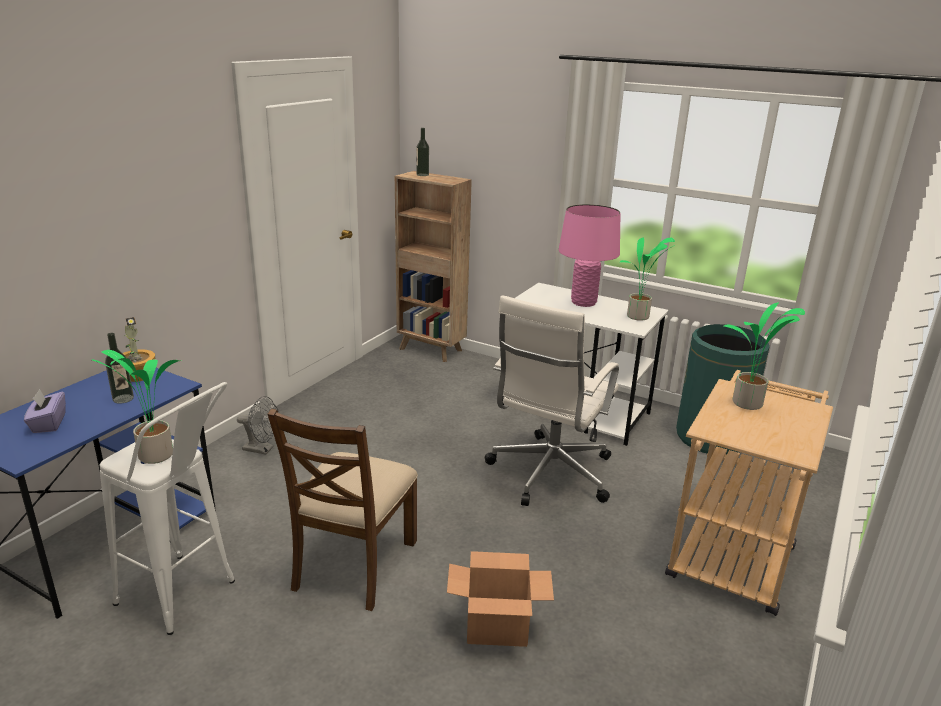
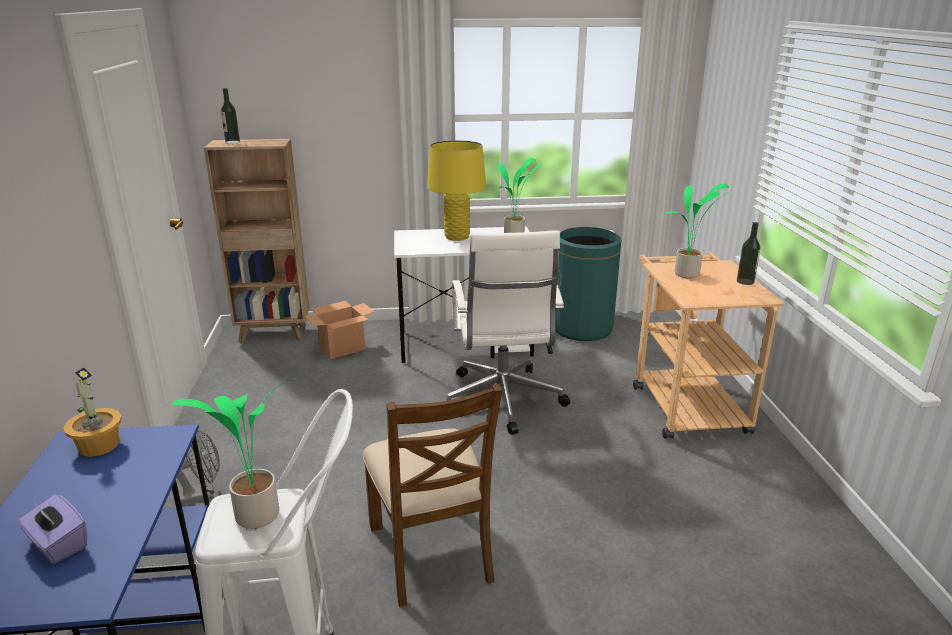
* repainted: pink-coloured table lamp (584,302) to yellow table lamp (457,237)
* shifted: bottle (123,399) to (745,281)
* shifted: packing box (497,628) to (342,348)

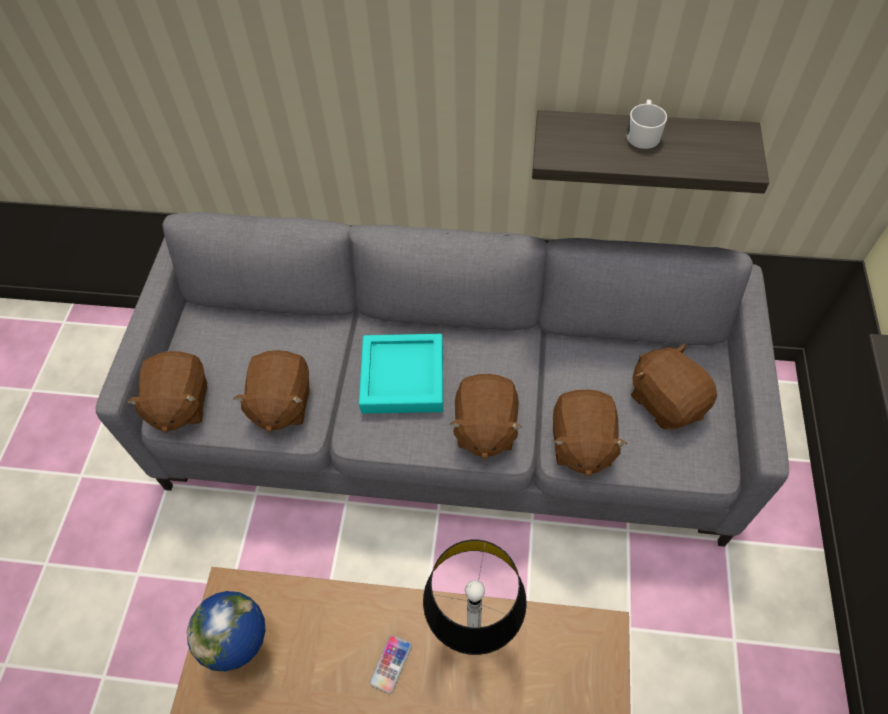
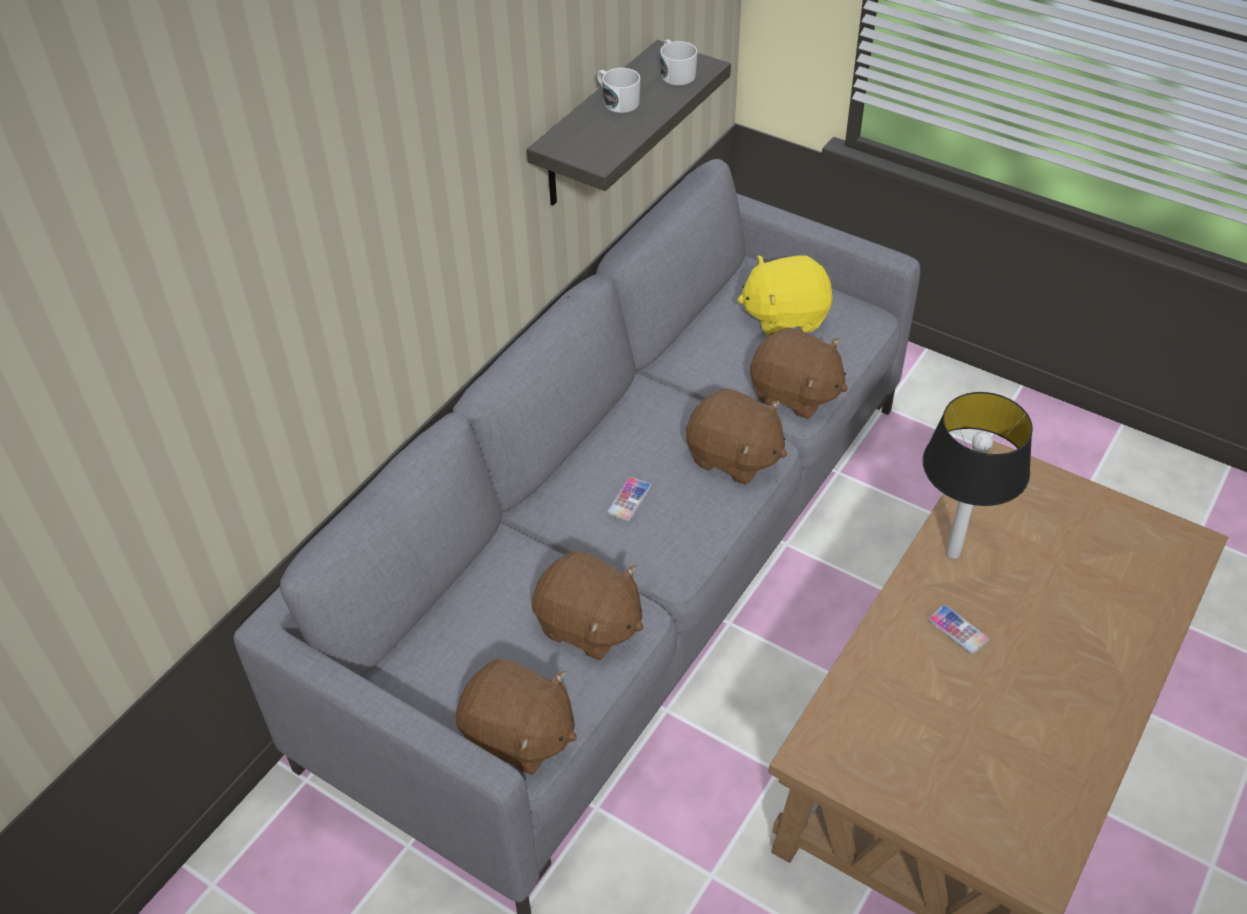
* swapped: turquoise carrying tray (403,378) to phone (629,500)
* repainted: brownish soft toy (666,400) to yellow soft toy (785,316)
* gone: desk globe (246,647)
* new: white coffee mug (676,73)

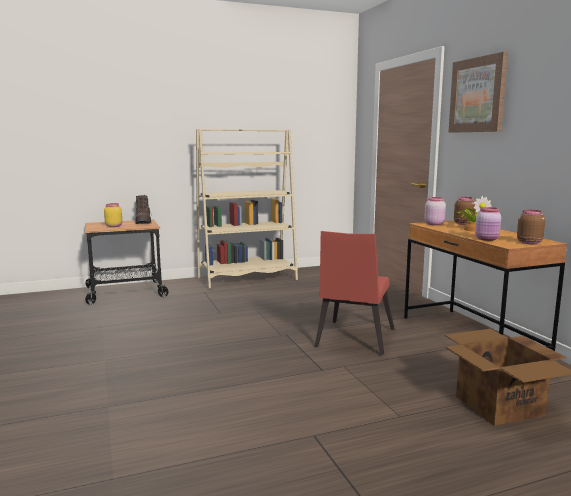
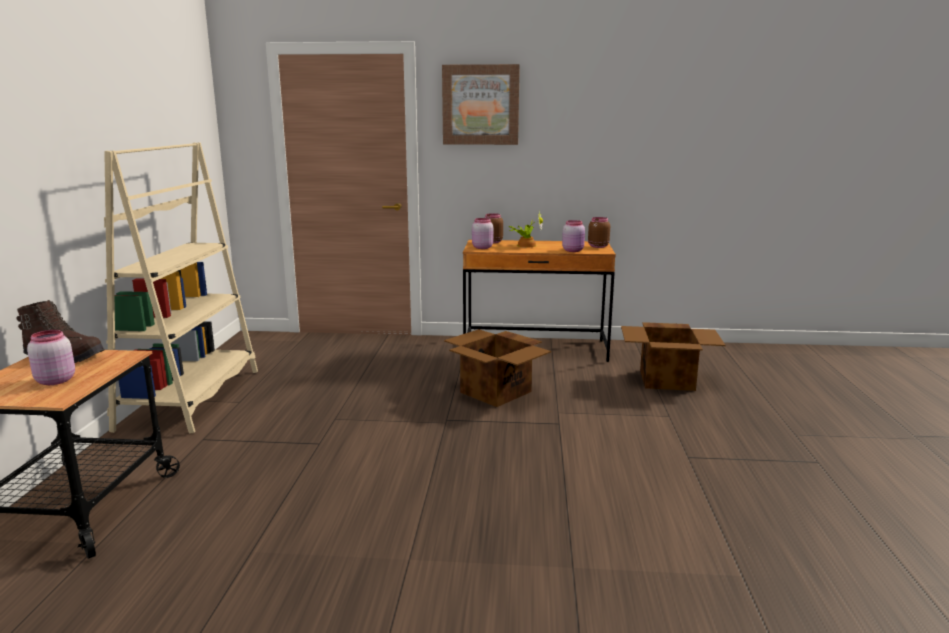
* repainted: yellow storage jar (114,226) to pink-coloured storage jar (54,381)
* swapped: reddish upright chair (353,339) to packing box (496,392)

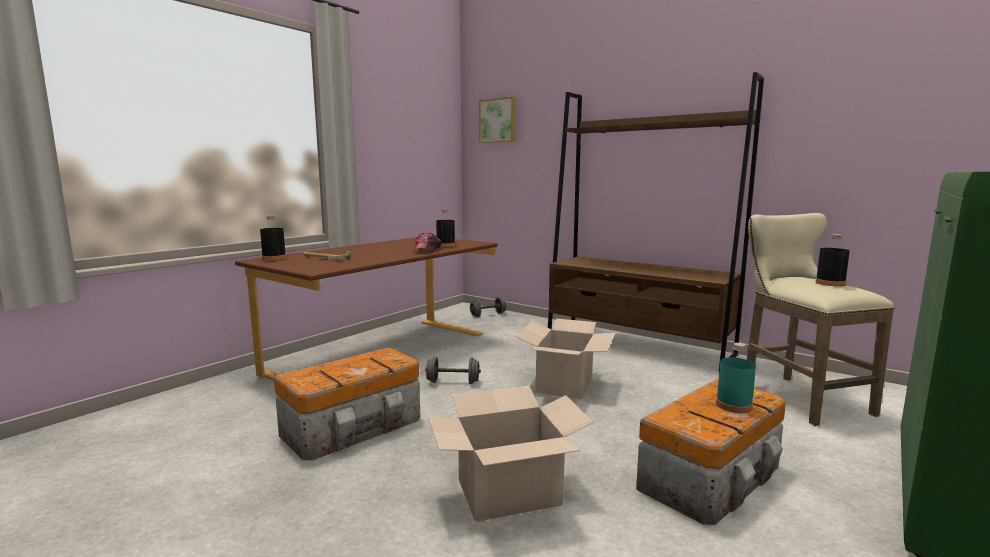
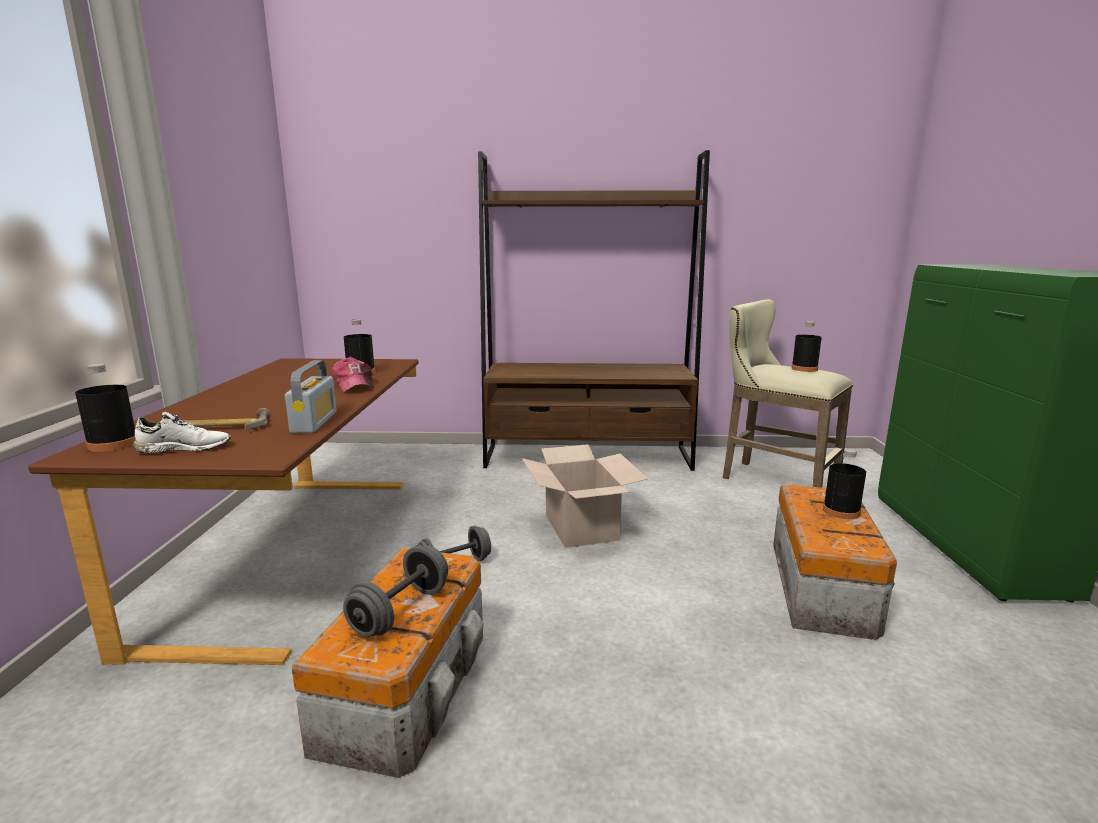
* gone: wall picture (498,120)
* shifted: grey hand weight (488,315) to (400,611)
* repainted: turquoise bottle (733,405) to black bottle (841,511)
* gone: packing box (509,492)
* new: radio set (314,422)
* new: white shoe (185,448)

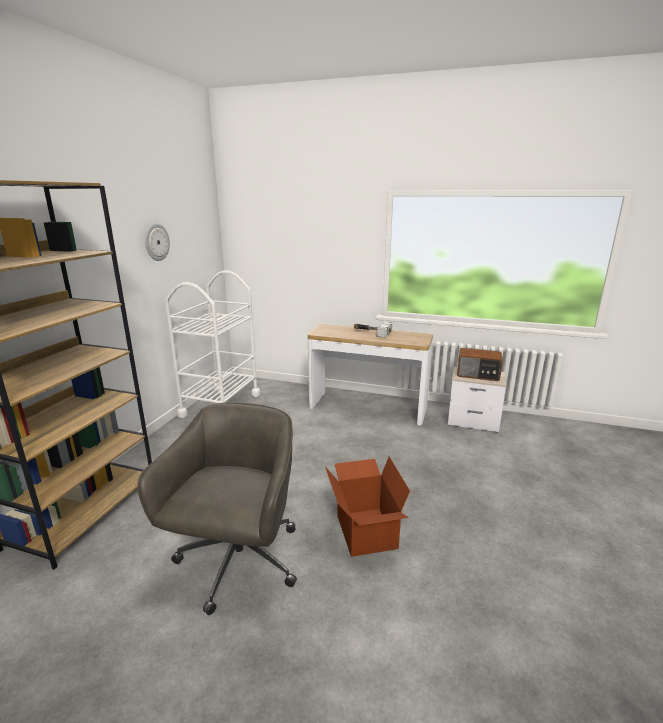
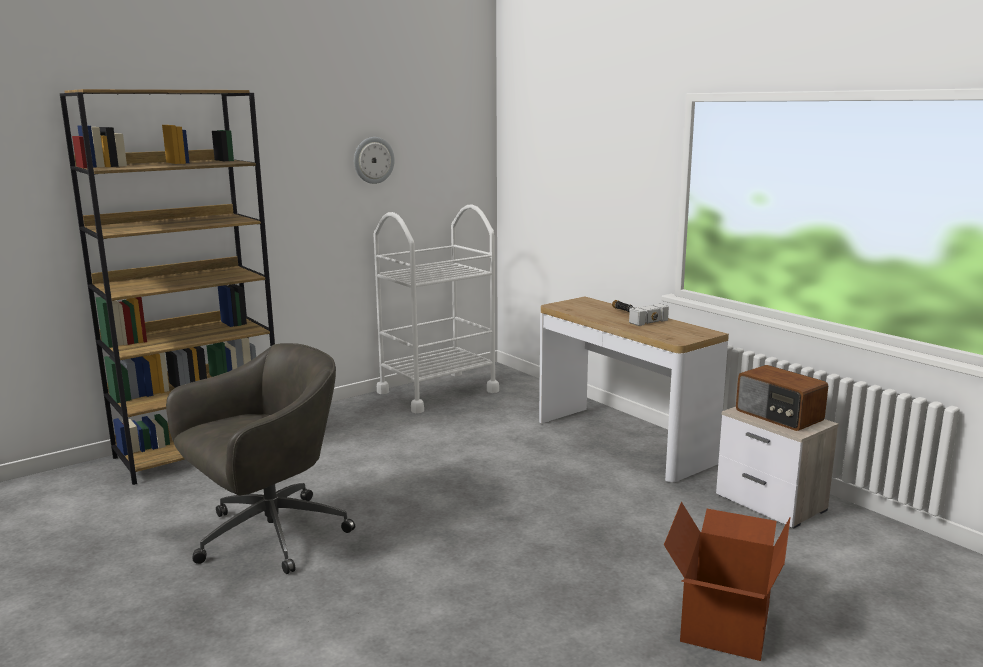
* shifted: packing box (365,531) to (723,623)

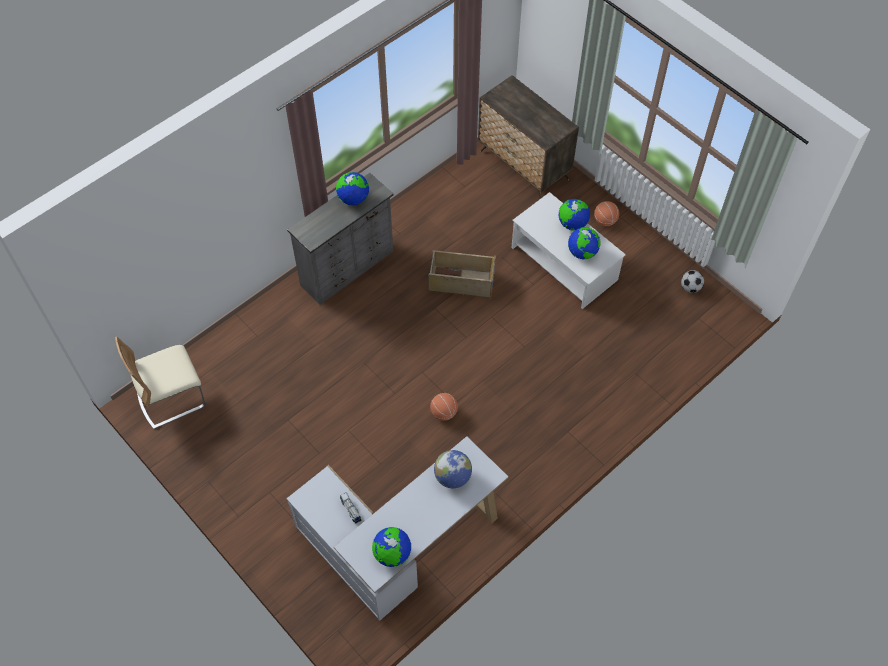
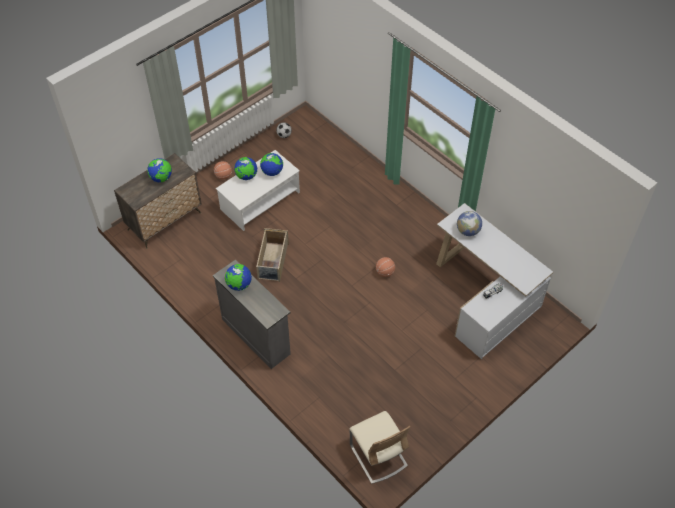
* shifted: desk globe (392,554) to (161,178)

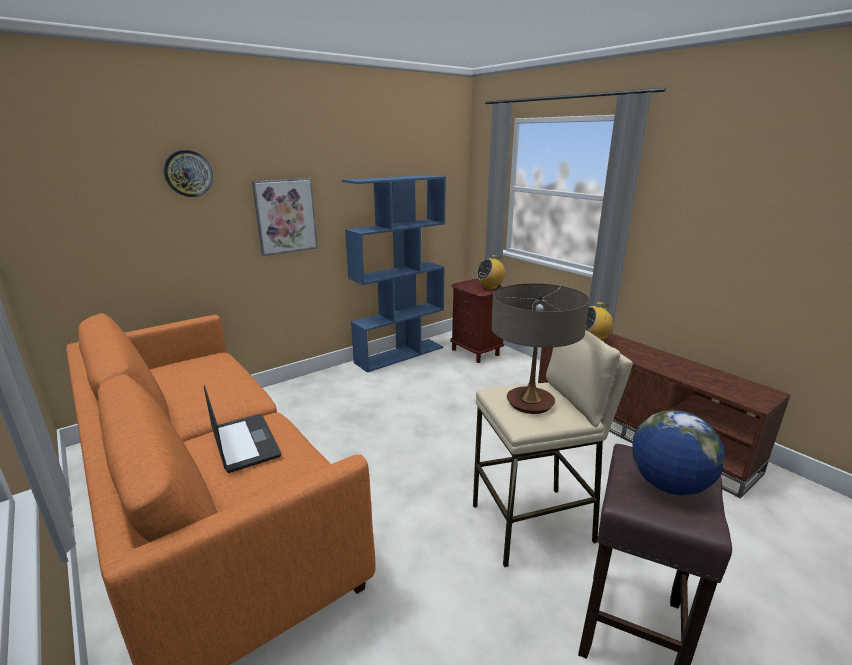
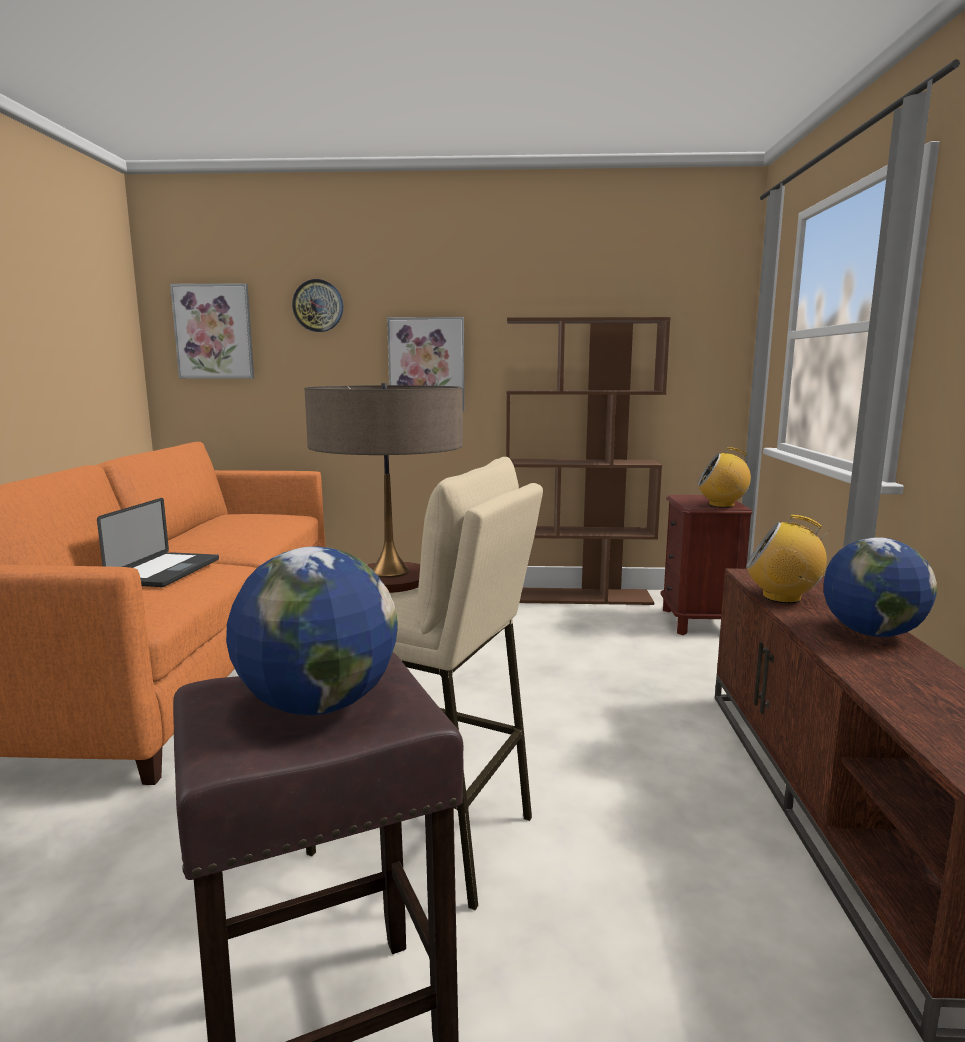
* repainted: blue-coloured shelving unit (400,354) to brownish shelving unit (578,596)
* new: wall picture (214,332)
* new: desk globe (871,633)

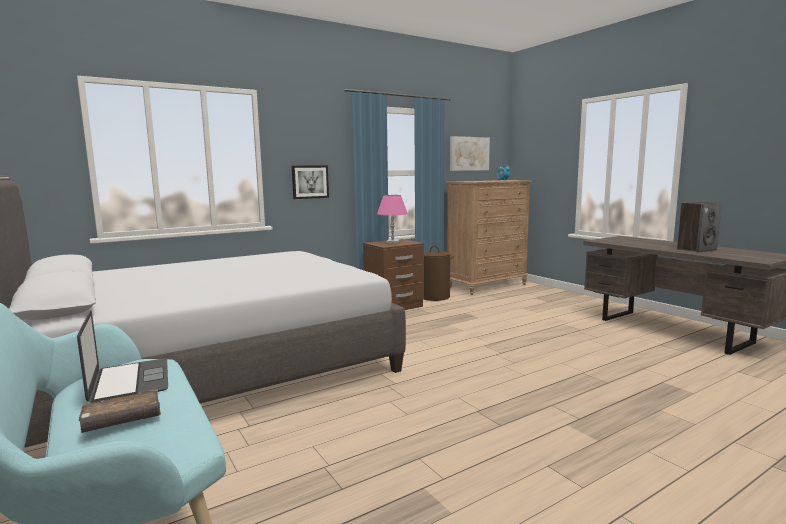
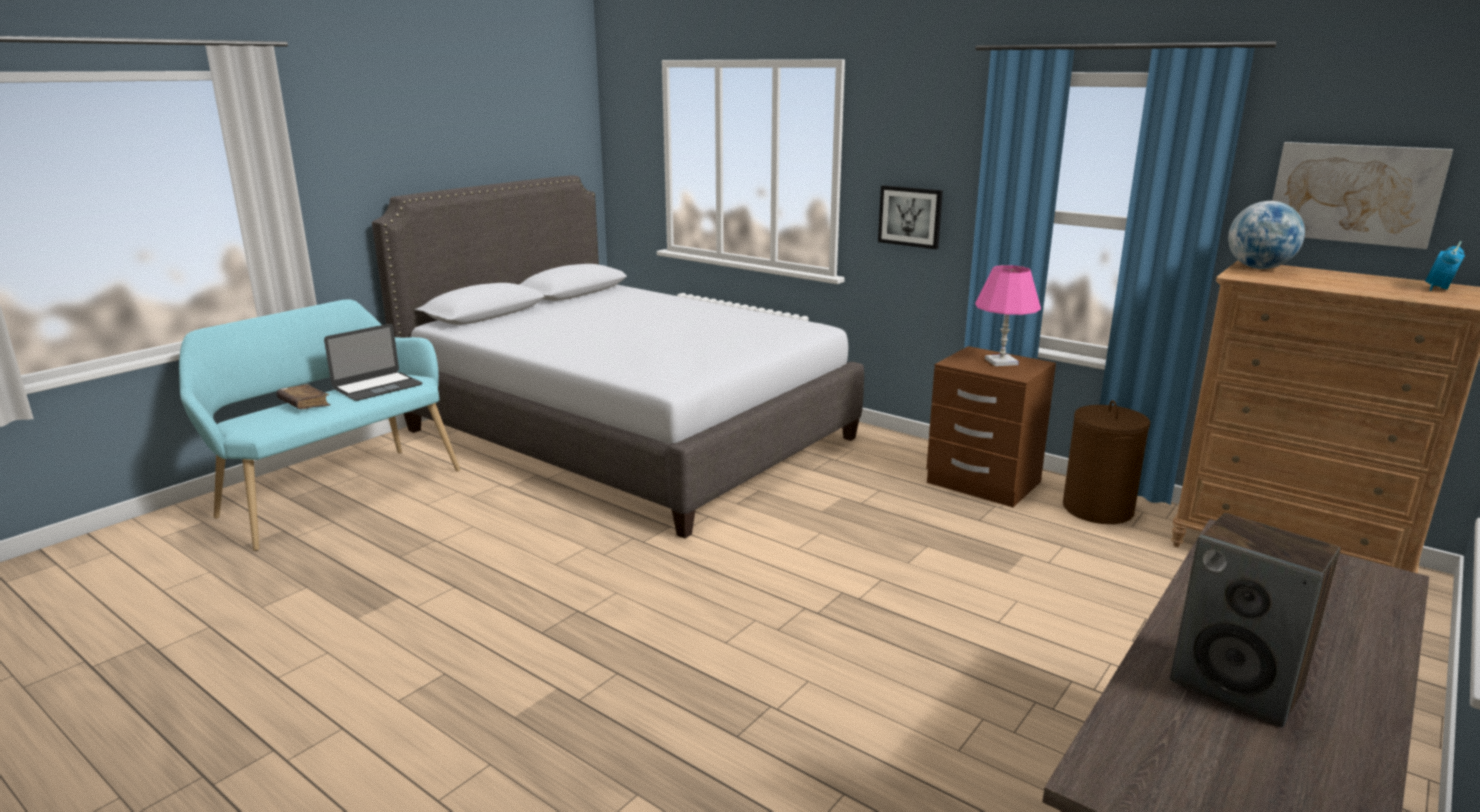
* new: desk globe (1259,268)

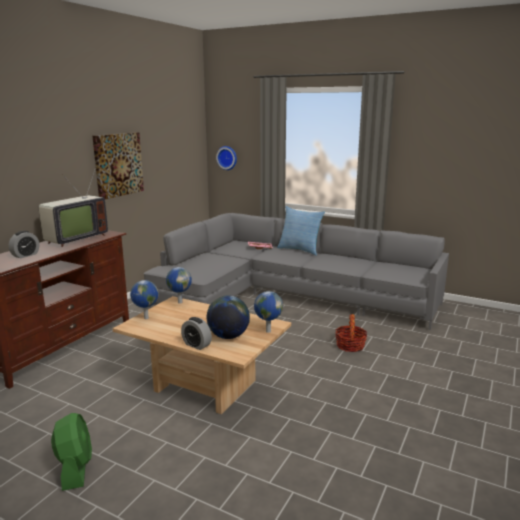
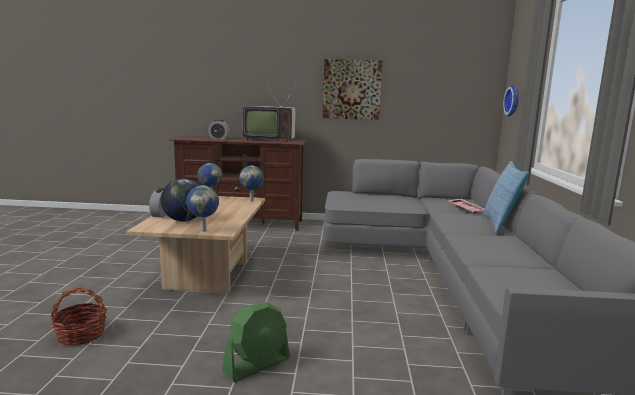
* shifted: basket (350,346) to (81,335)
* shifted: green fan (75,468) to (257,365)

